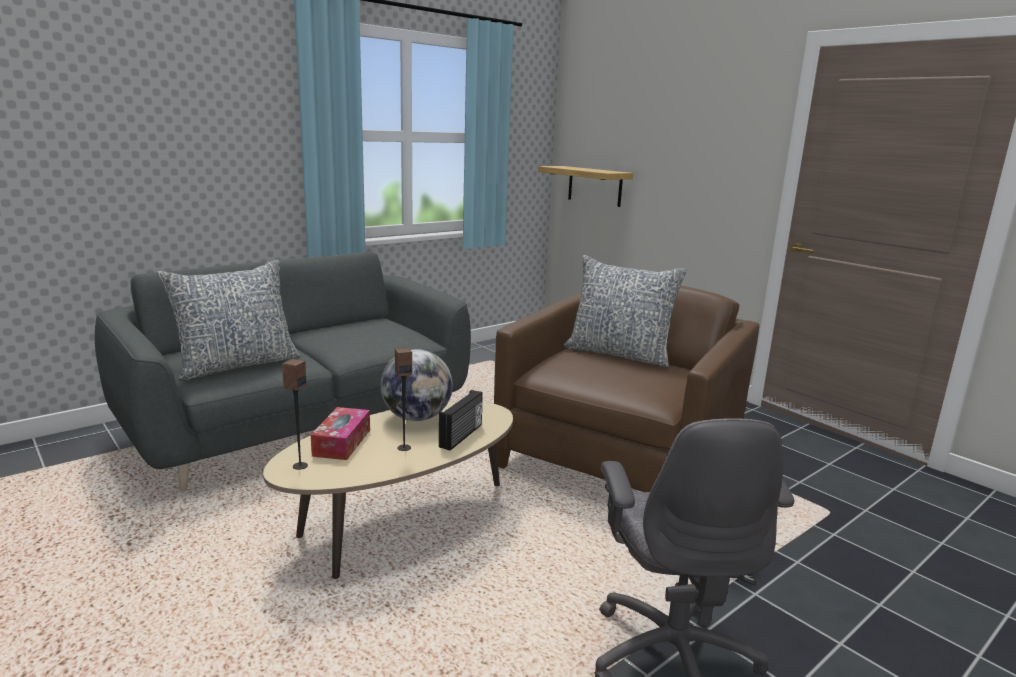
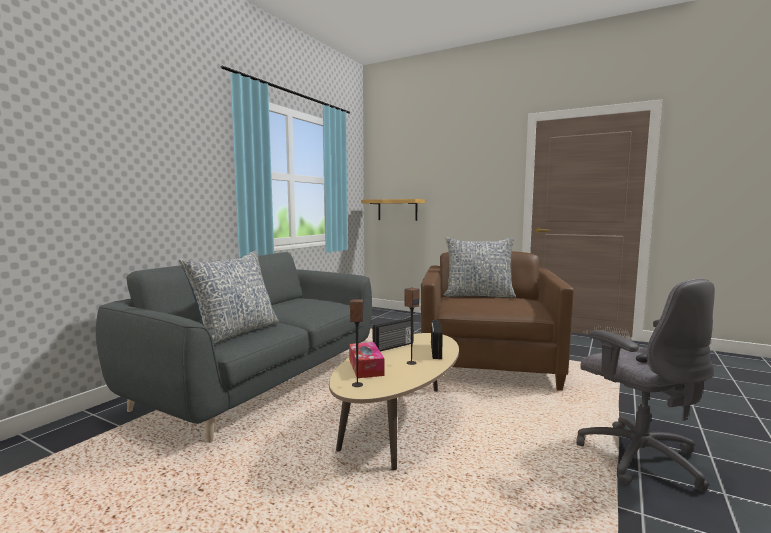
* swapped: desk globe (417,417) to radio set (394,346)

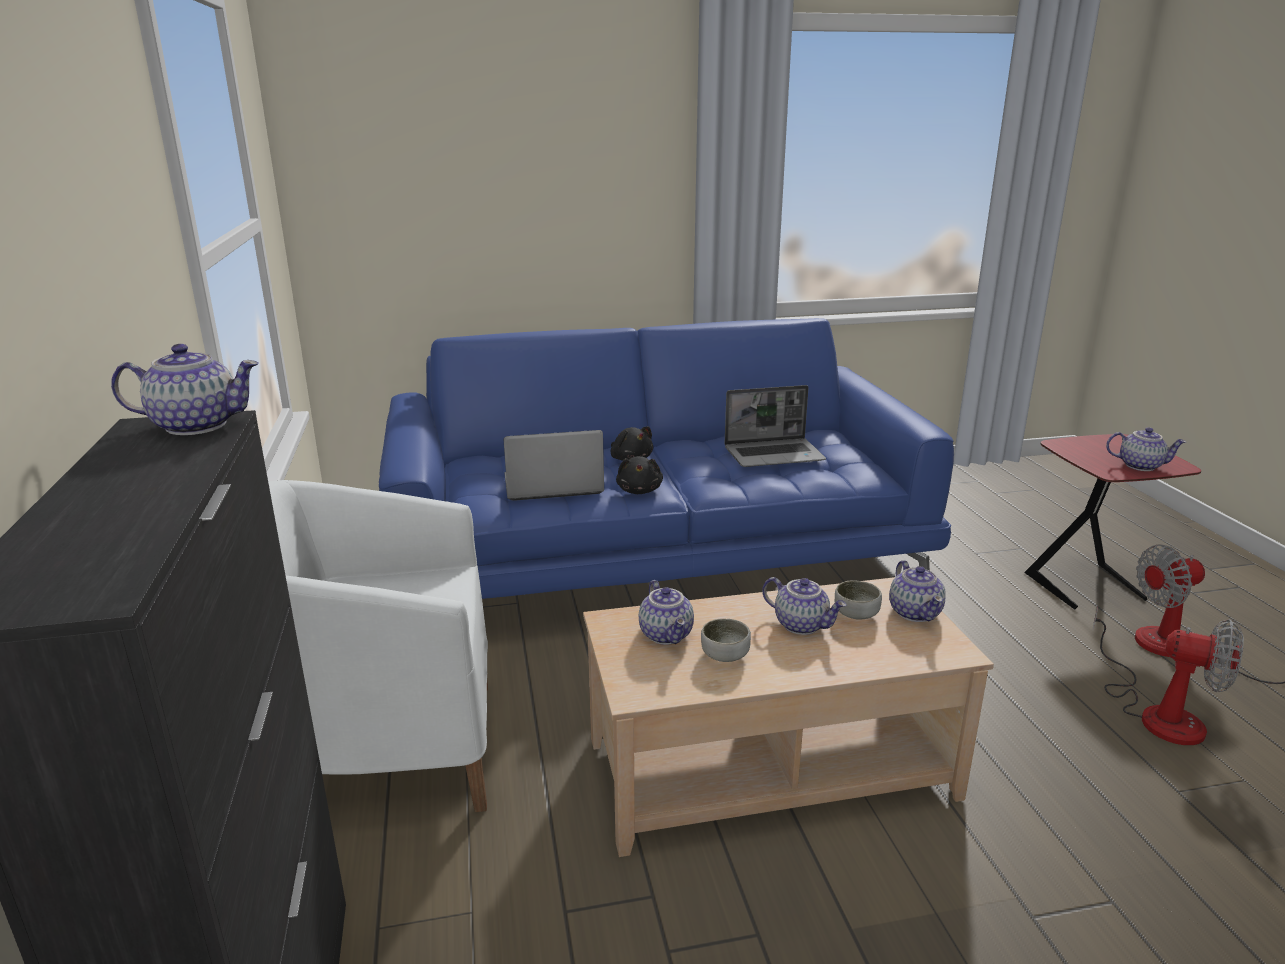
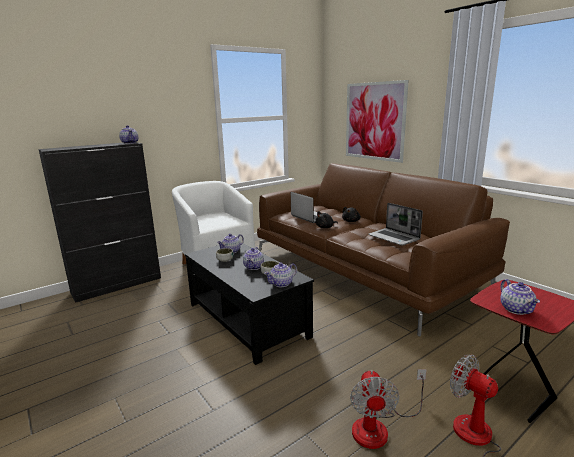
* repainted: blue-coloured couch (656,557) to brownish couch (364,270)
* repainted: beige low table (769,766) to black low table (248,319)
* new: wall picture (374,121)

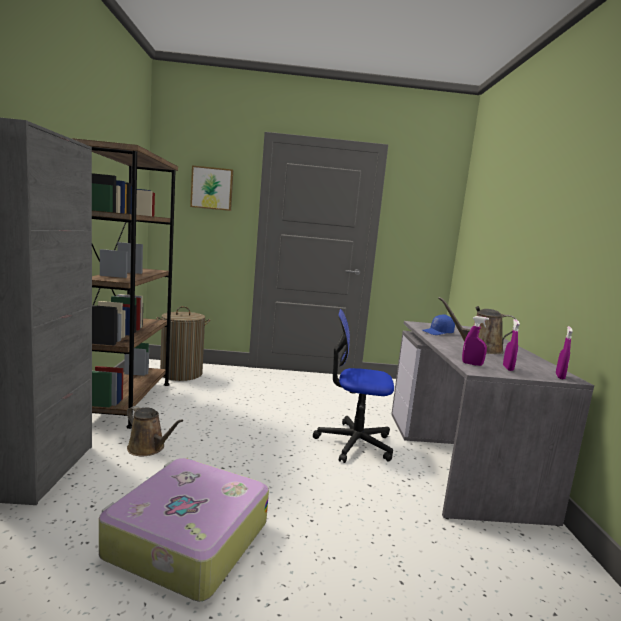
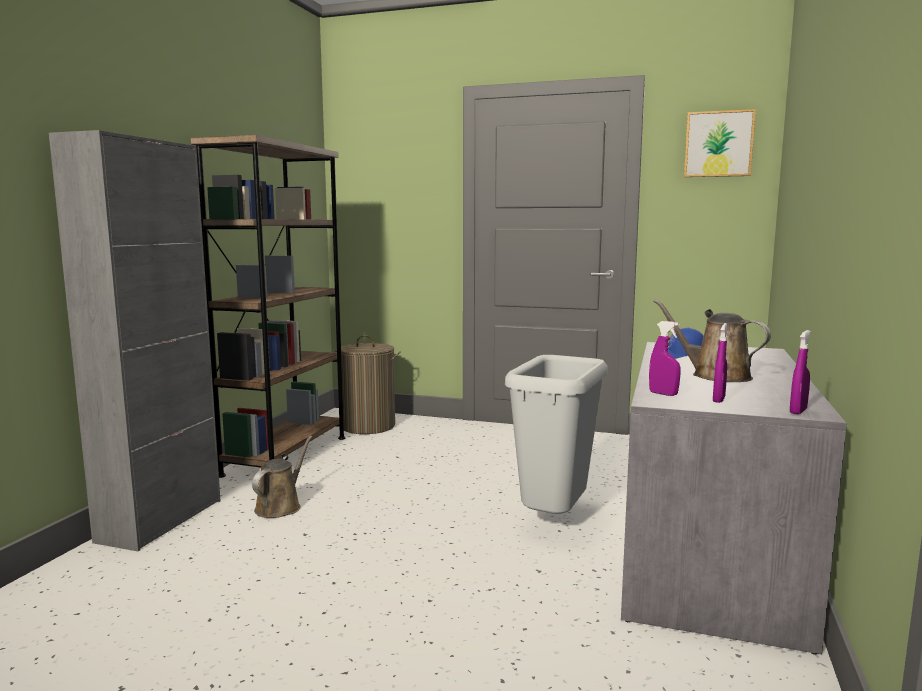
* shifted: wall picture (212,188) to (718,144)
* swapped: computer chair (354,443) to grey rubbish bin (553,519)
* rotated: brownish watering pot (148,448) = (280,506) 120 degrees counterclockwise
* gone: travel case (186,539)

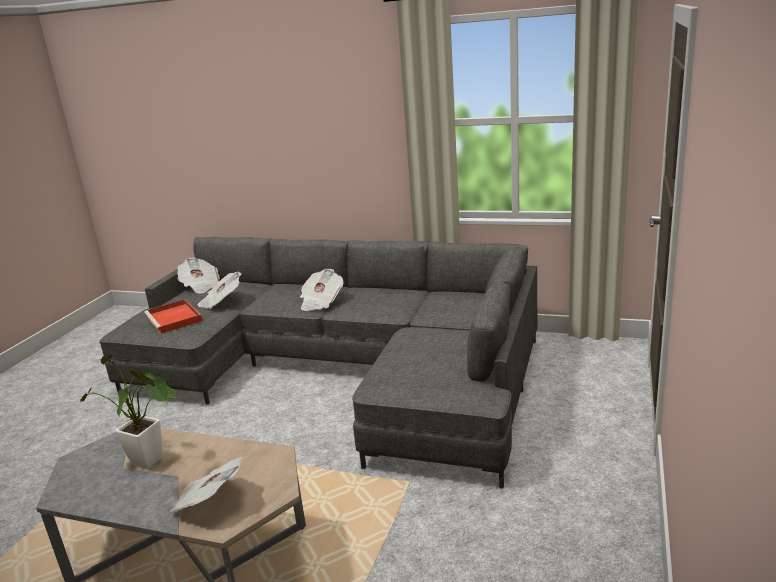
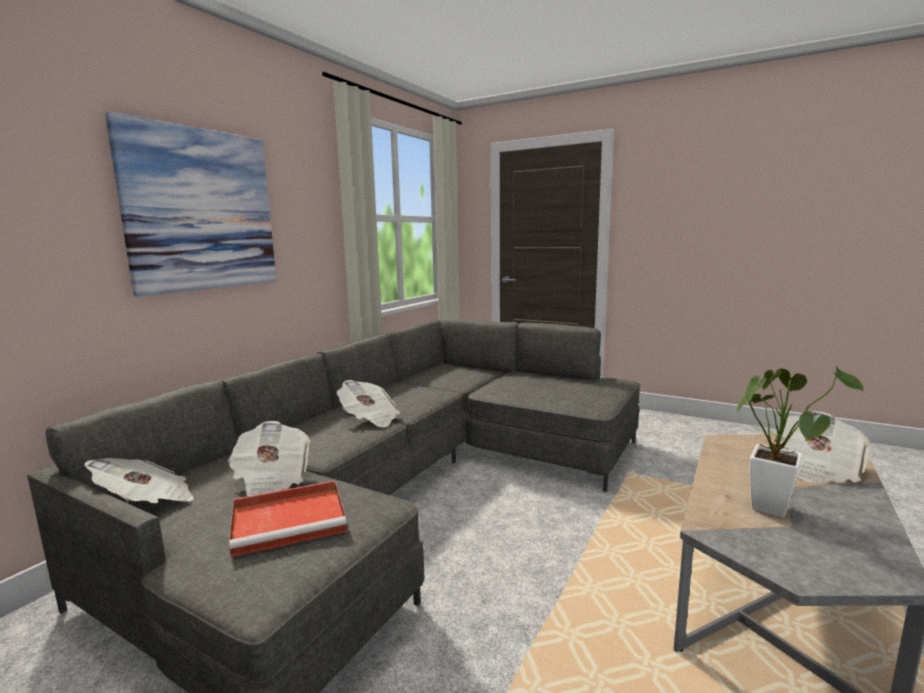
* new: wall picture (202,210)

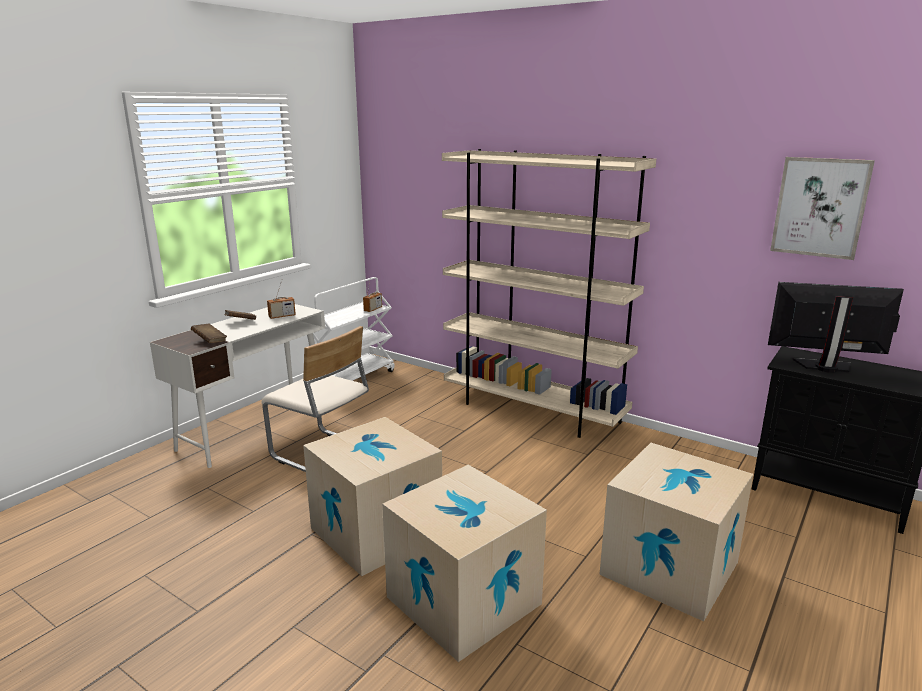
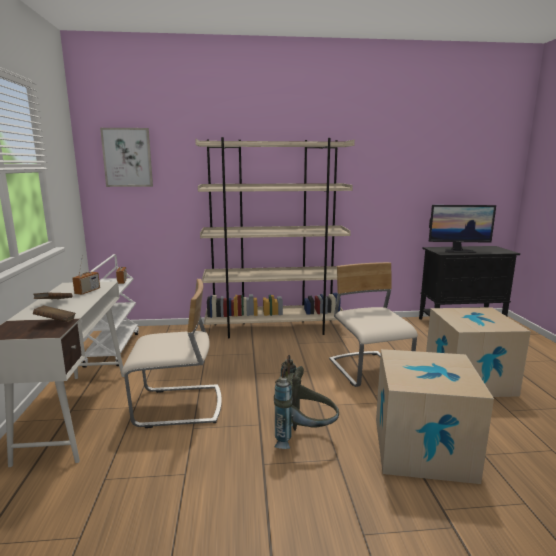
* shifted: wall picture (820,207) to (127,157)
* rotated: monitor (824,366) = (457,250) 150 degrees counterclockwise
* swapped: packing box (376,531) to grey knapsack (304,437)
* new: beige upright chair (369,370)

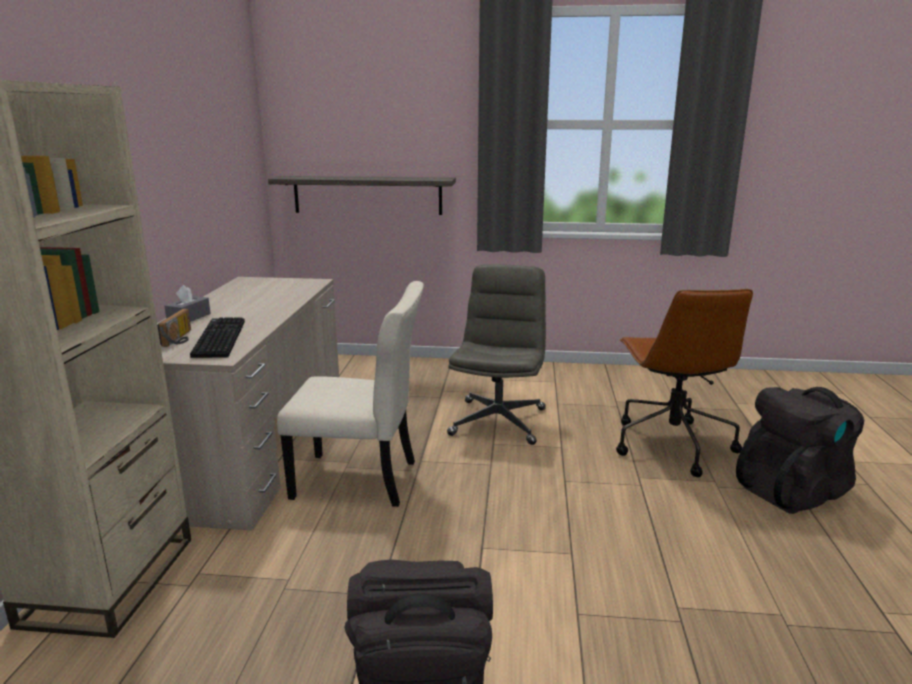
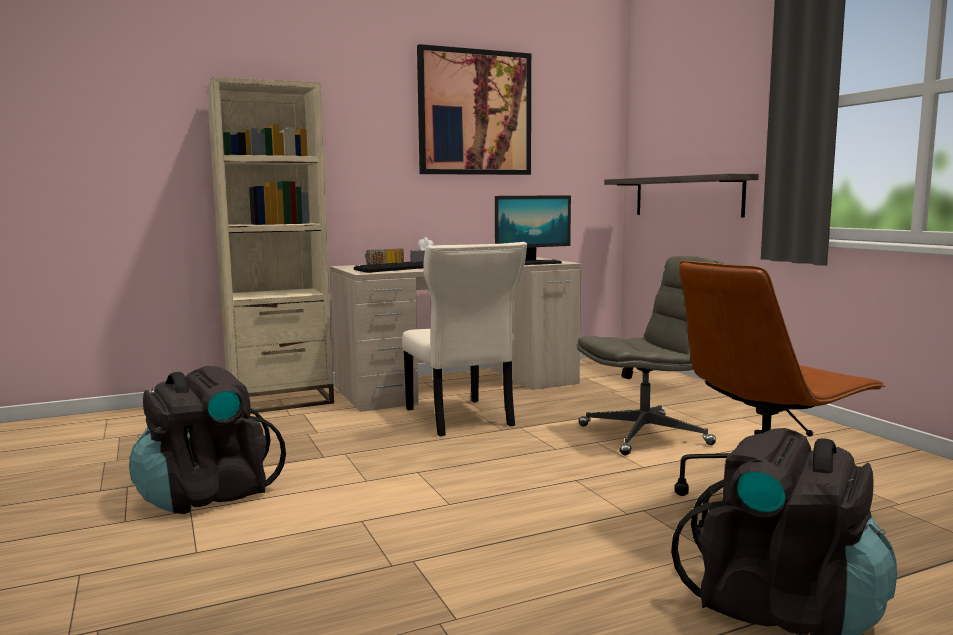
* new: wall picture (475,113)
* new: monitor (532,263)

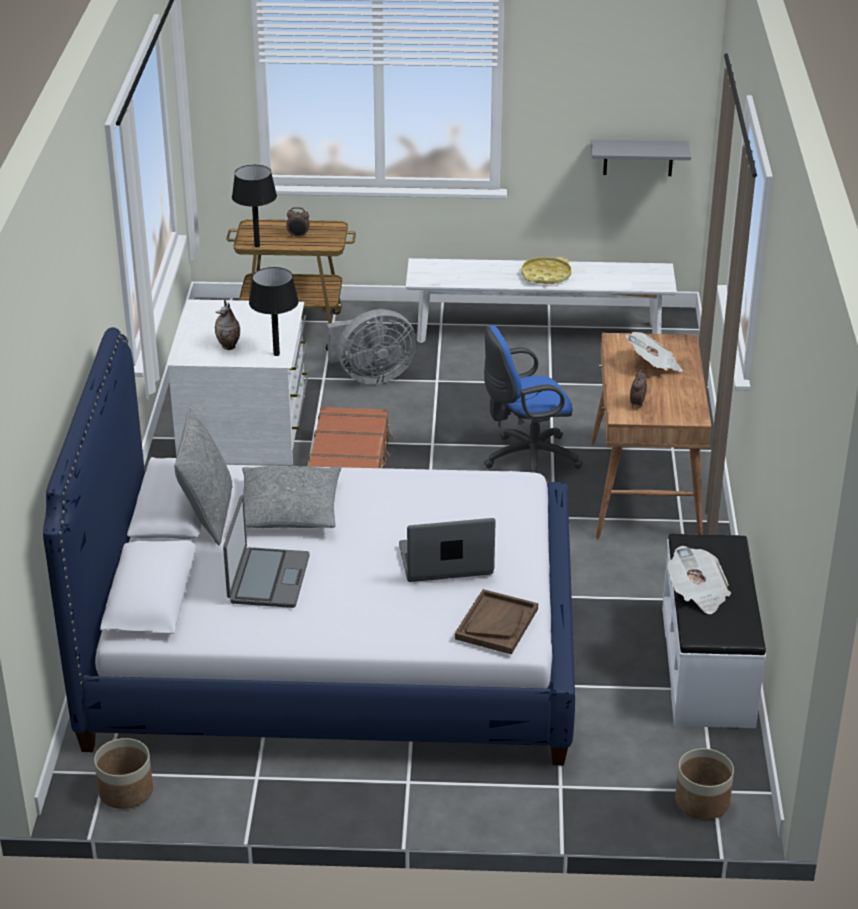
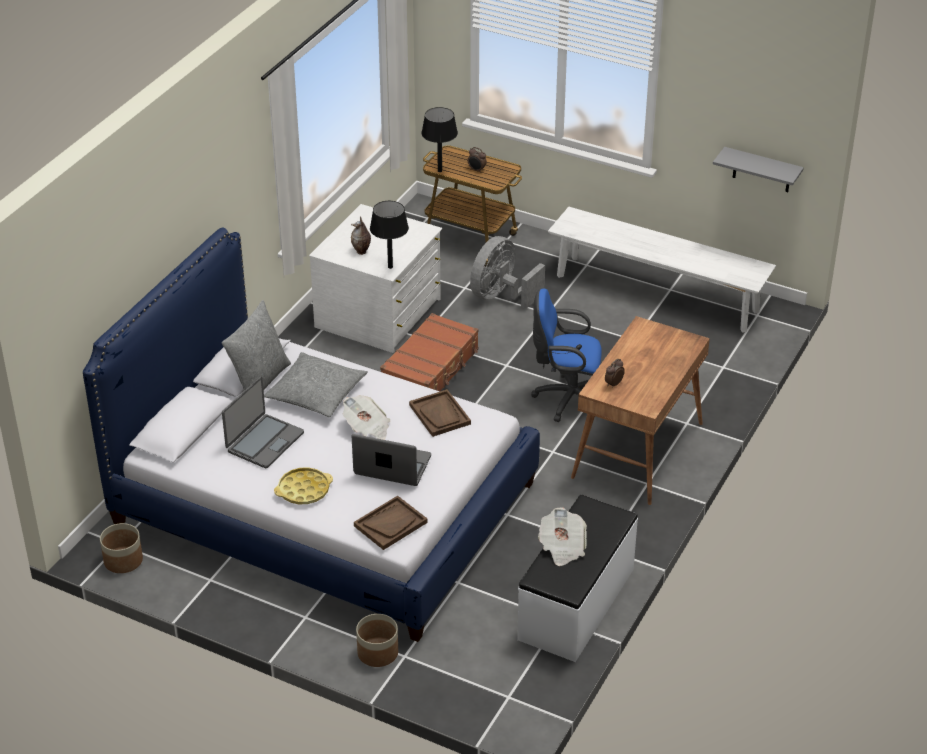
* shifted: yellow carrying tray (546,275) to (303,490)
* rotated: grey fan (371,376) = (501,296) 120 degrees clockwise
* shifted: printed paper (654,366) to (367,428)
* shifted: flower pot (702,802) to (377,653)
* new: brownish carrying tray (440,414)

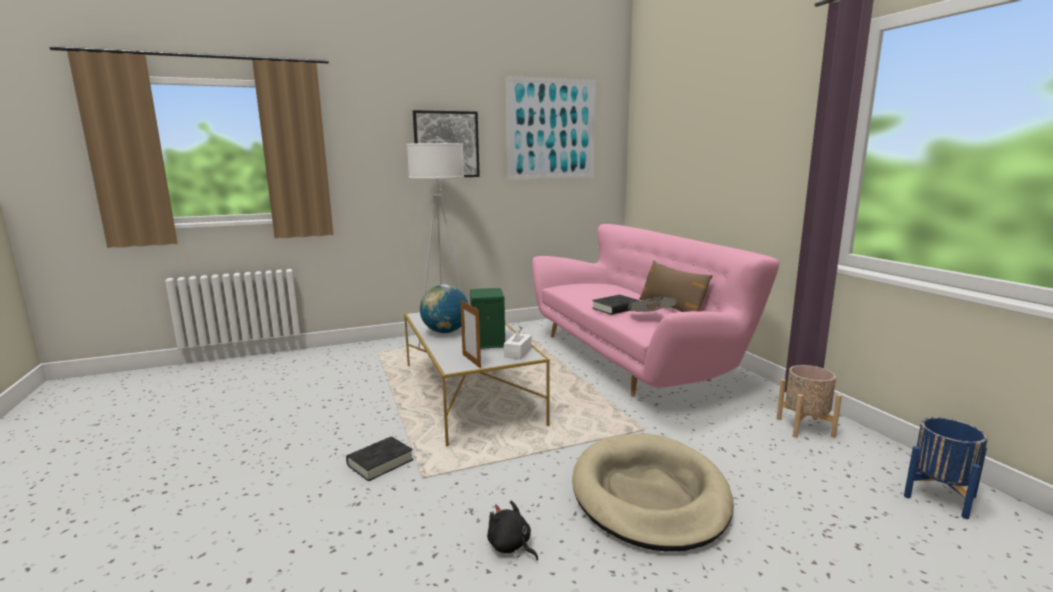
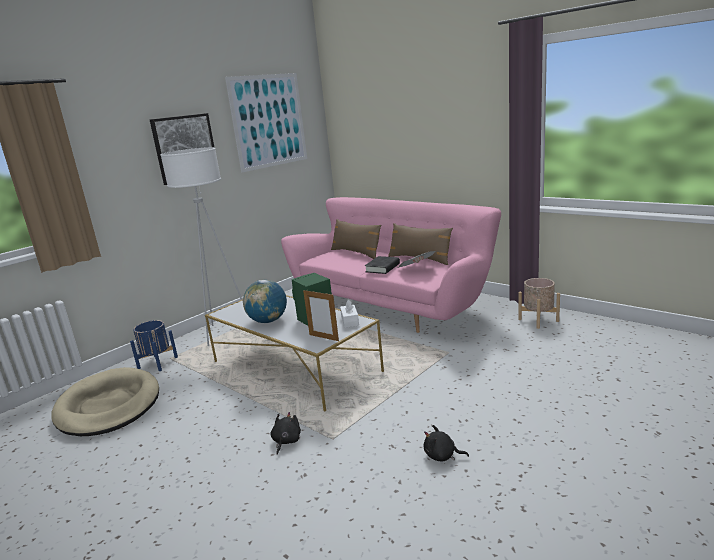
* shifted: blue-coloured flower pot (939,496) to (158,363)
* shifted: beige pet bed (649,495) to (109,406)
* swapped: black volume (380,462) to black soft toy (286,441)
* new: brownish cushion (356,253)

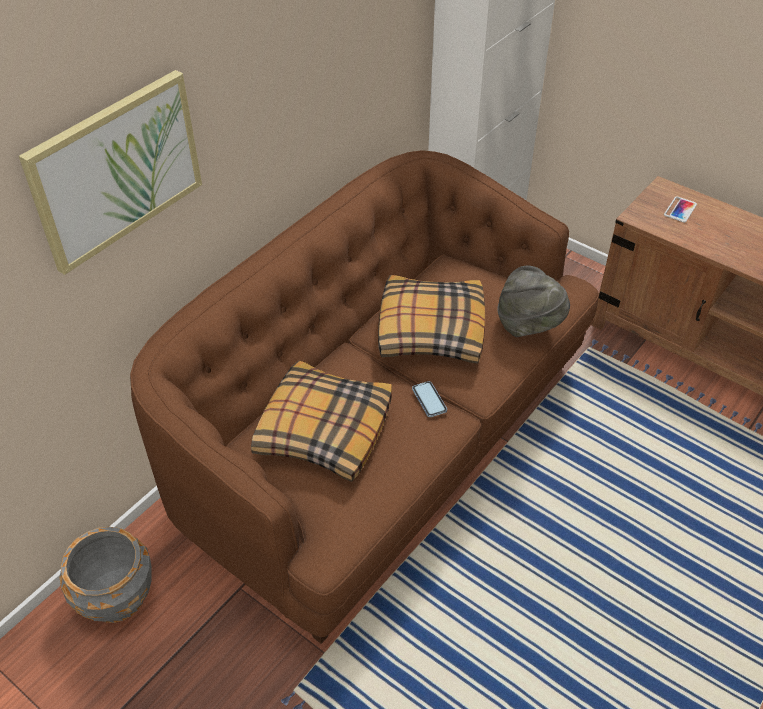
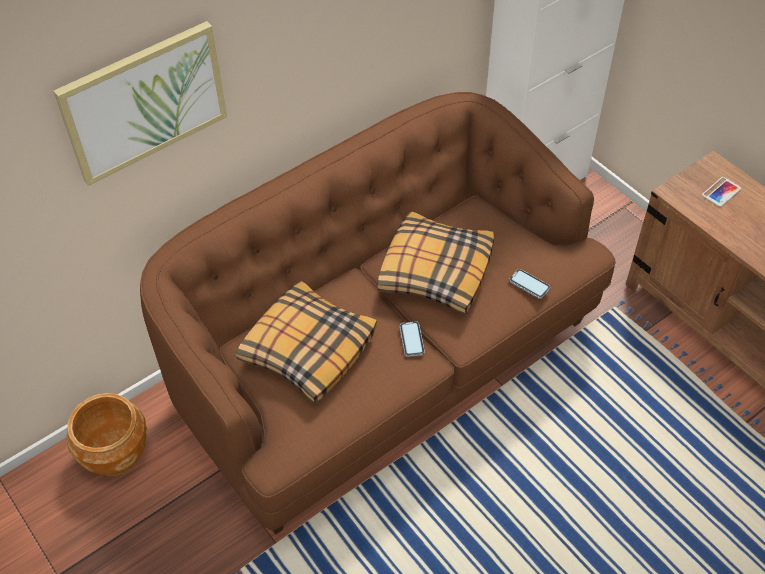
* swapped: grey wearable hat (529,325) to phone (529,284)
* repainted: grey flower pot (116,596) to brownish flower pot (116,453)

